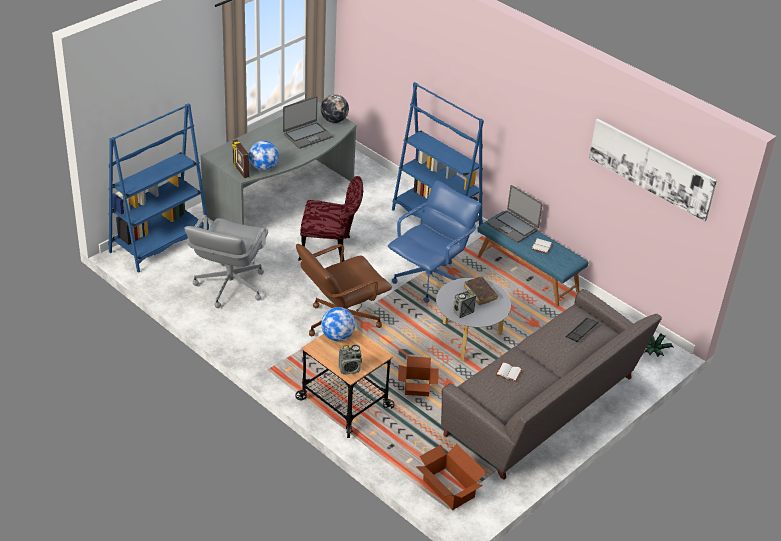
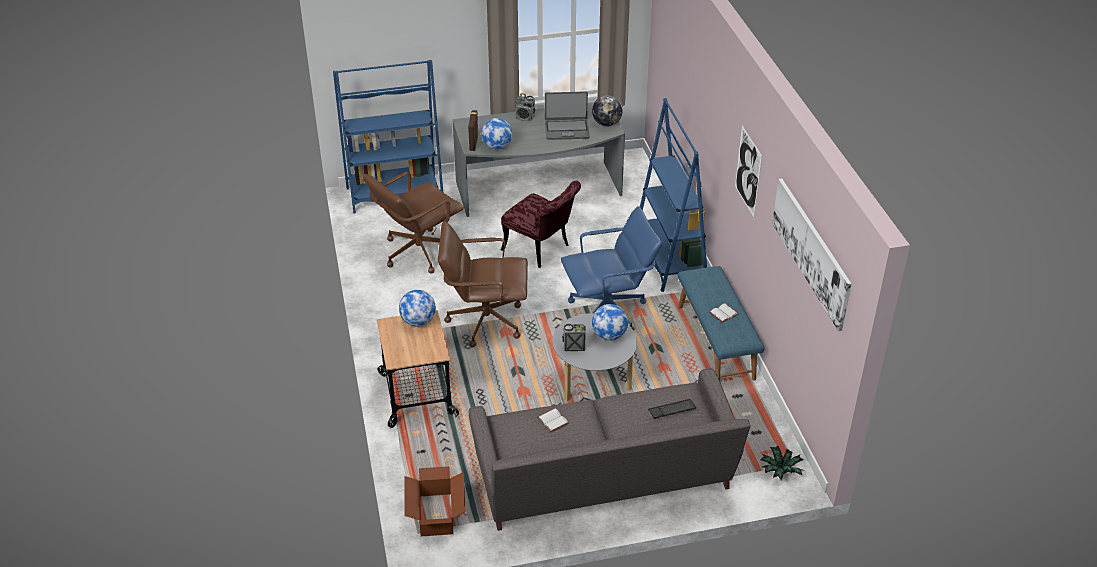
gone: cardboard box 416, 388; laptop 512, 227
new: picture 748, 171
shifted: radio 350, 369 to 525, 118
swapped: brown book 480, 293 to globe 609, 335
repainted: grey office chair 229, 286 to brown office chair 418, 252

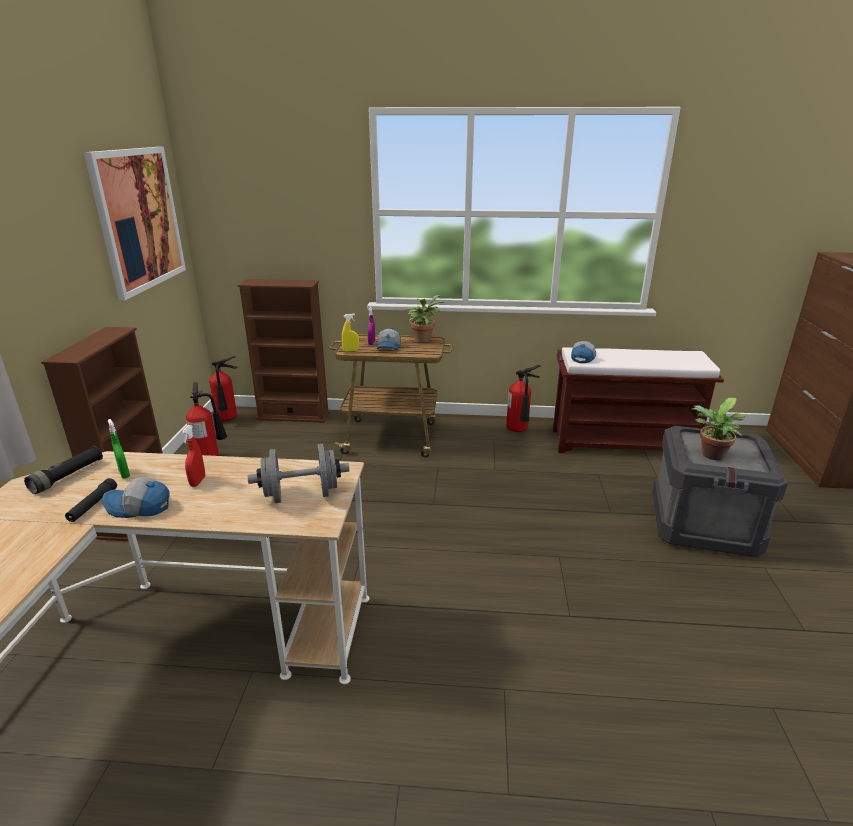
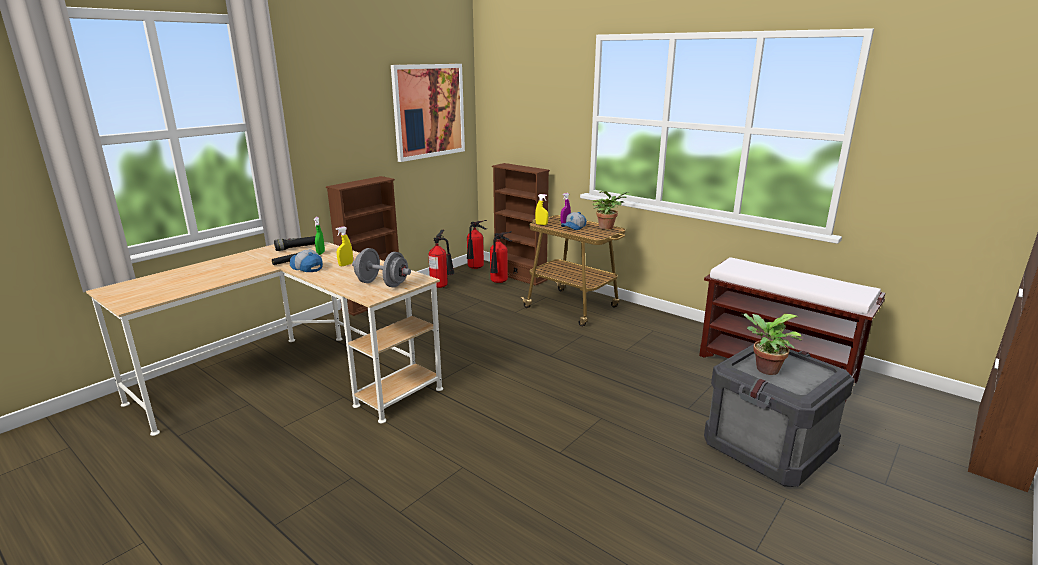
gone: cap 582, 357
shifted: fire extinguisher 519, 431 to 498, 283
repainted: red spray bottle 197, 481 to yellow spray bottle 346, 265

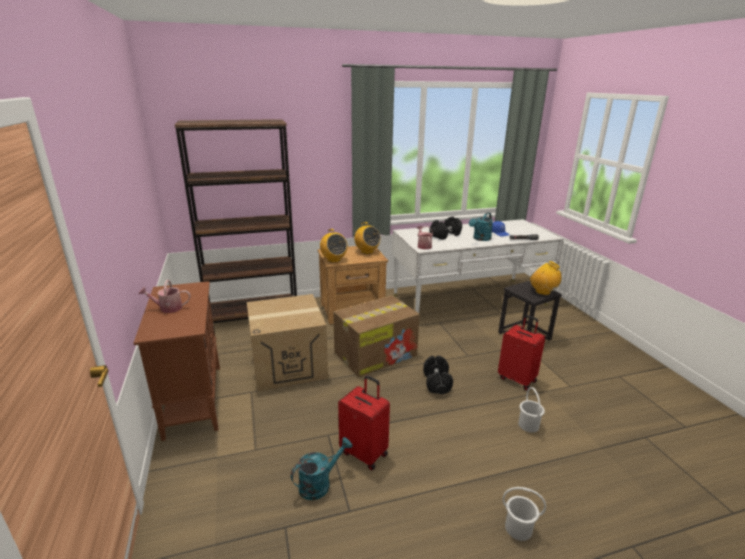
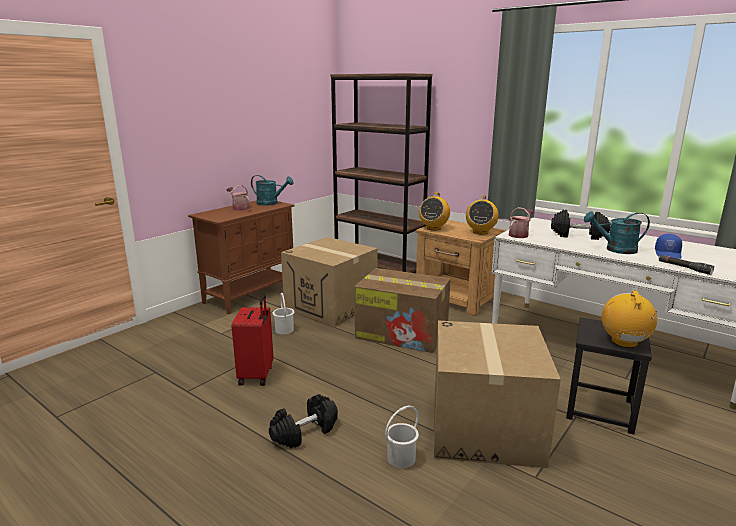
shifted: turquoise watering can 319, 483 to 271, 203; black dumbbell 437, 382 to 304, 432; white bucket 518, 529 to 284, 330
swapped: red suitcase 517, 379 to cardboard box 485, 428

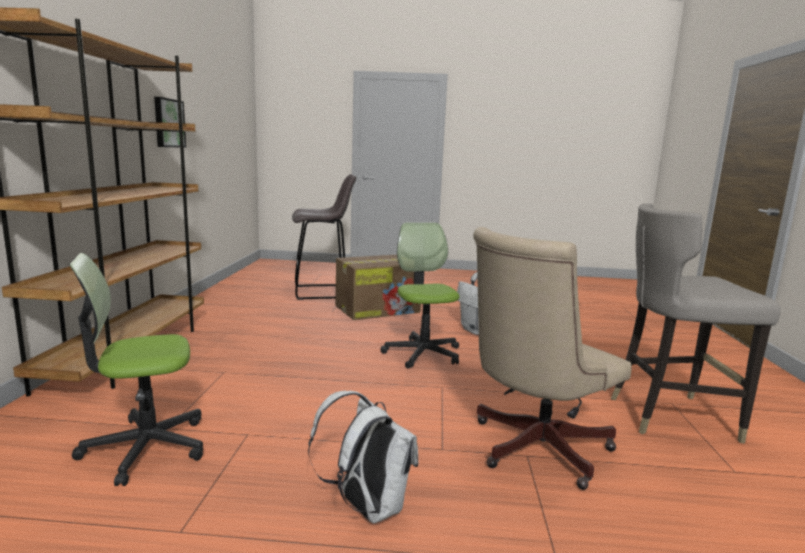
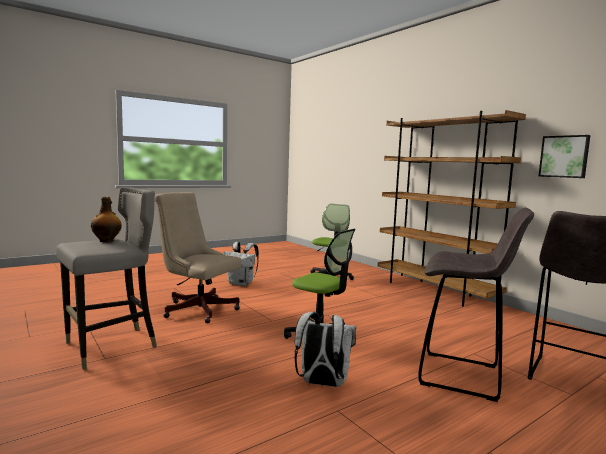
new: bottle 107, 241
swapped: cardboard box 378, 309 to grey stool 462, 376
rotated: beige office chair 532, 449 = 197, 308 75 degrees counterclockwise

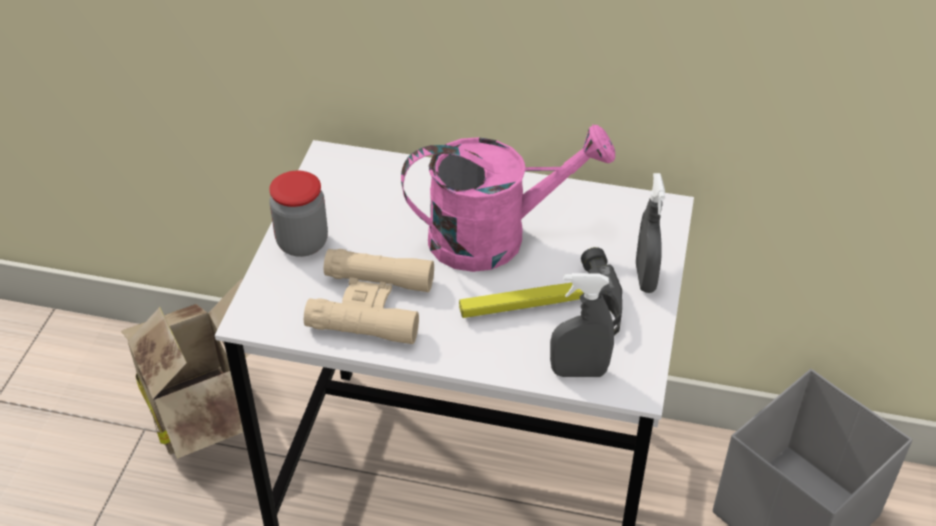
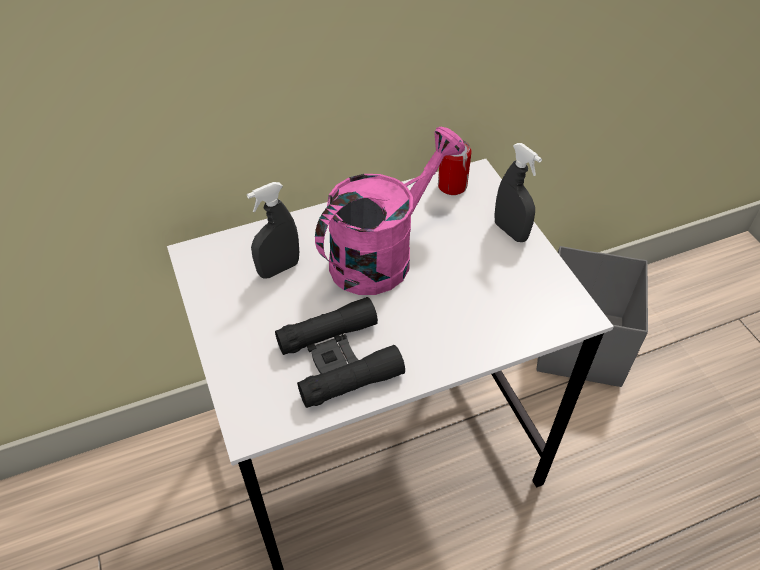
gone: cardboard box 204, 406; jar 302, 243; hammer 541, 310
new: can 452, 186
shifted: grey spray bottle 579, 372 to 279, 269
repainted: beige binoculars 371, 305 to black binoculars 339, 359

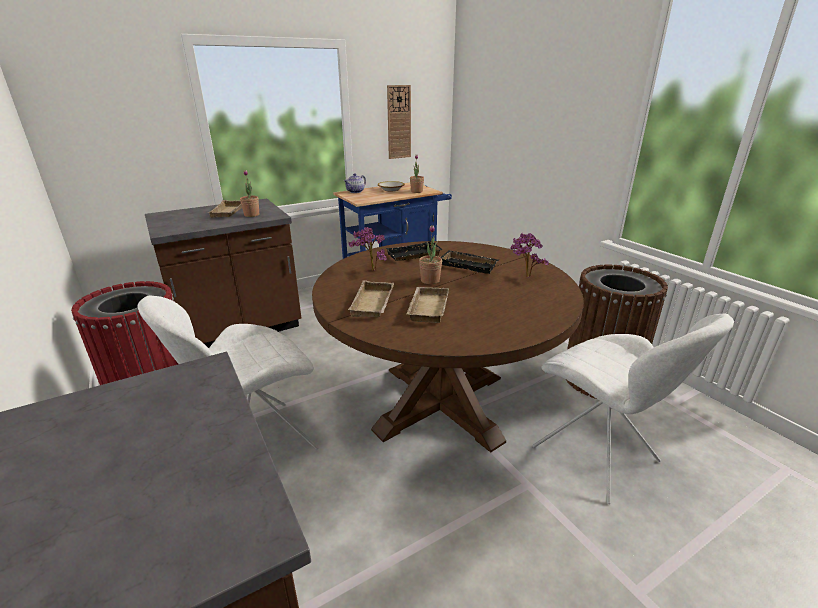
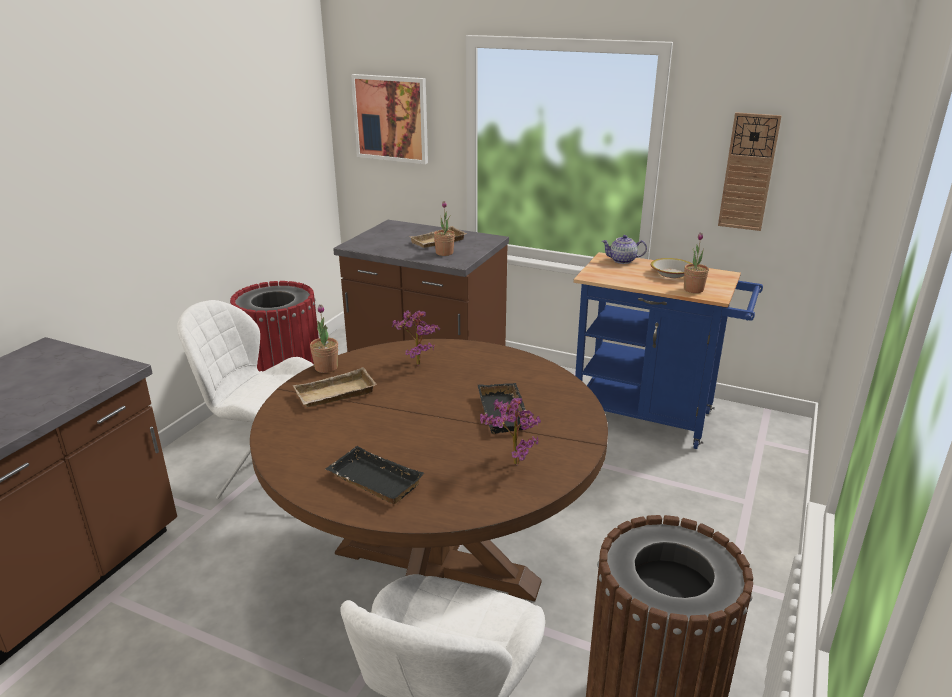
gone: beige tray 427, 308
new: picture 391, 118
shifted: black tray 413, 256 to 372, 482; potted plant 430, 280 to 326, 368

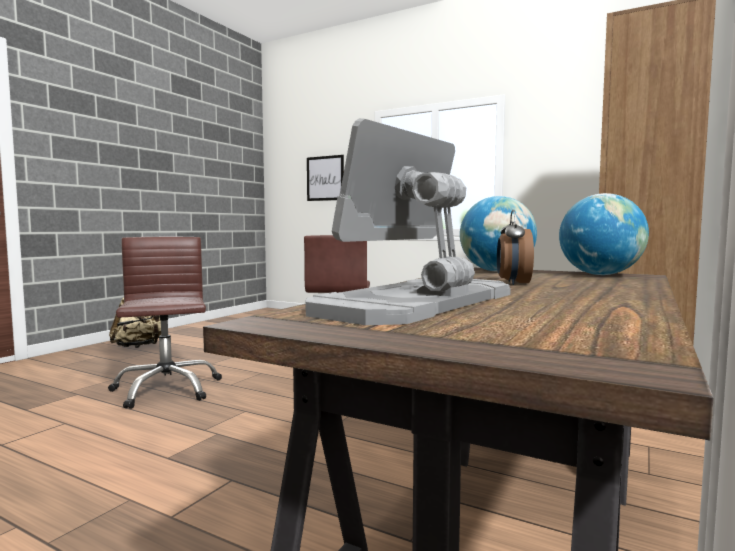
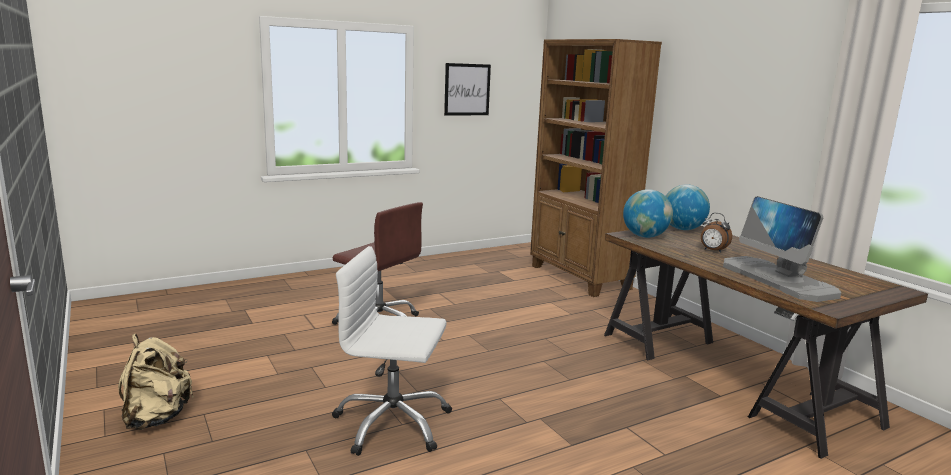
shifted: picture 325, 178 to 467, 89
repainted: brown office chair 166, 389 to white office chair 392, 424

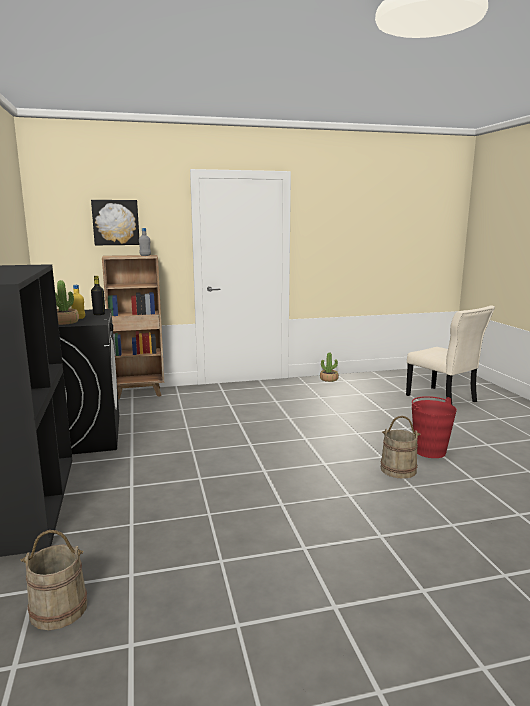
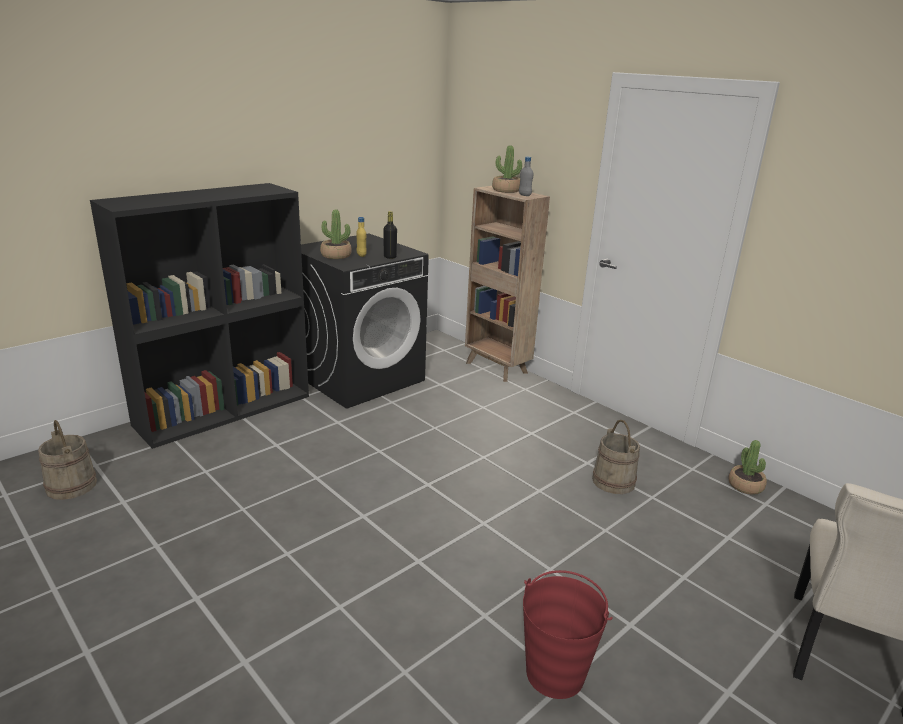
gone: picture 116, 222
new: potted plant 506, 190
shifted: beige bucket 398, 469 to 614, 481

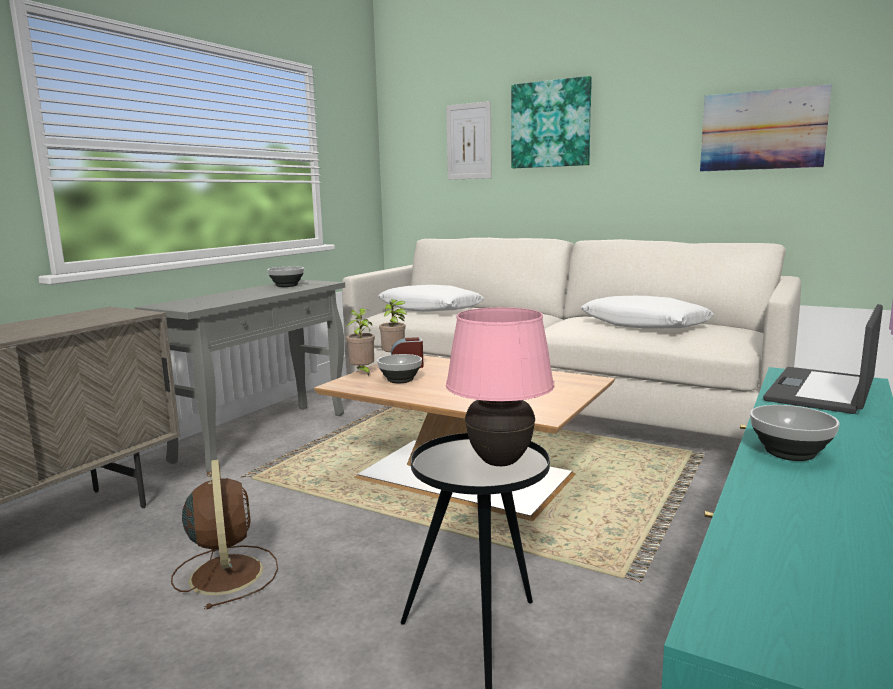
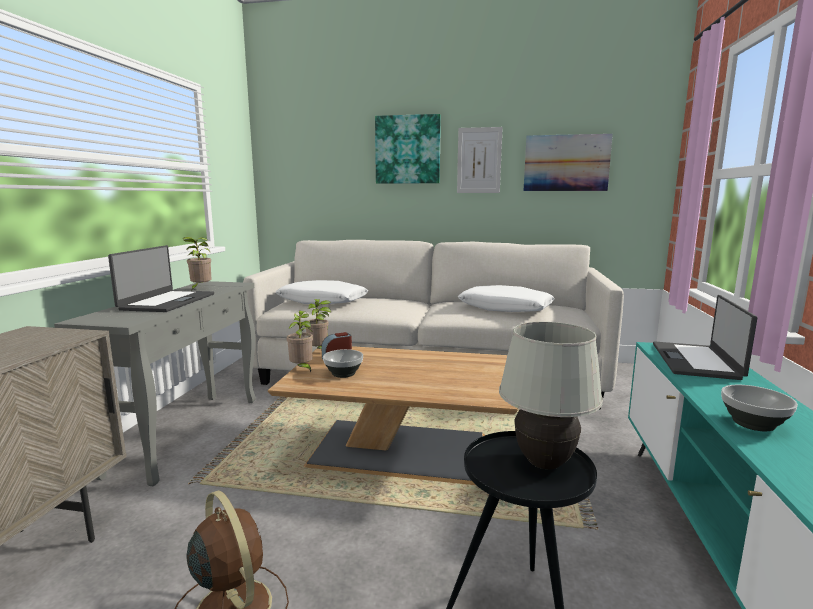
new: laptop 167, 302
shifted: picture 469, 141 to 479, 160
swapped: bowl 286, 285 to potted plant 200, 289
repainted: pink table lamp 499, 462 to white table lamp 543, 463

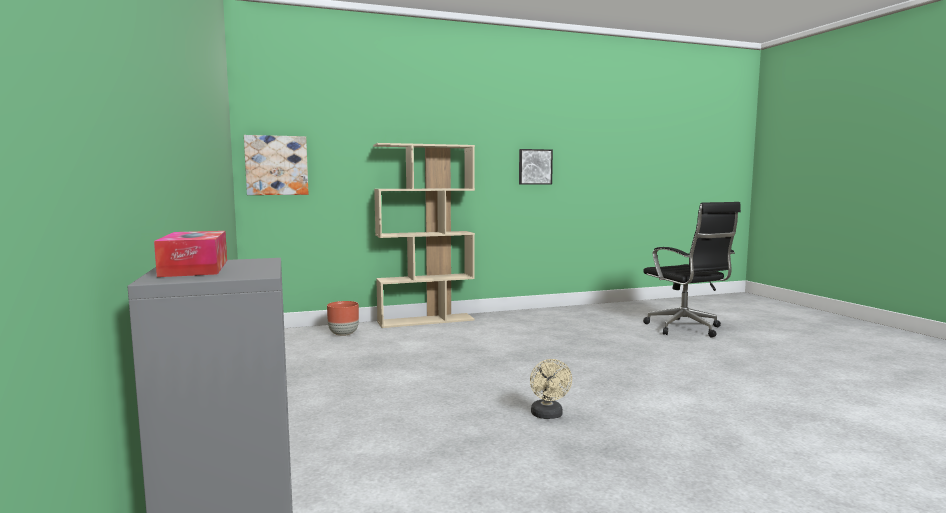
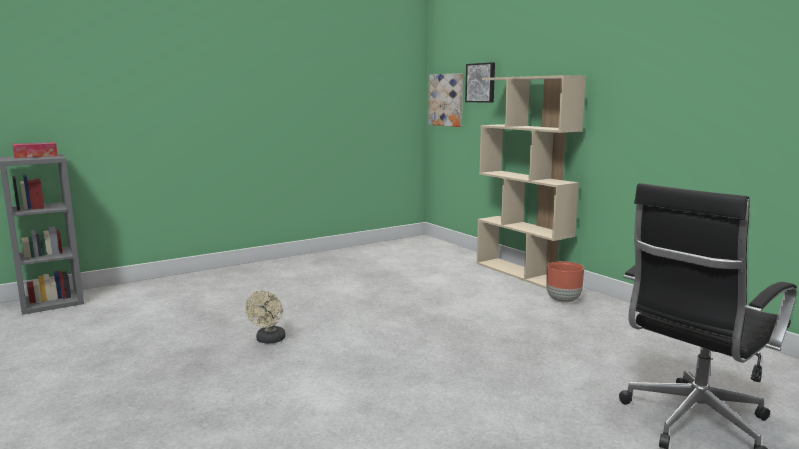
shifted: brown planter 343, 334 to 562, 300; picture 534, 167 to 481, 82
rotated: beige fan 548, 415 = 269, 340 60 degrees counterclockwise

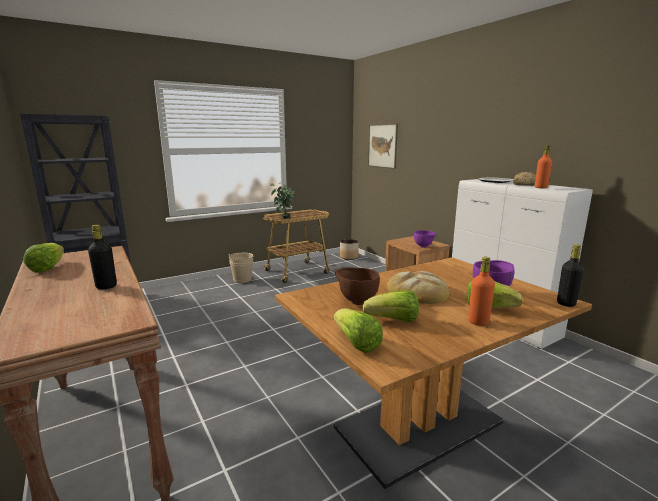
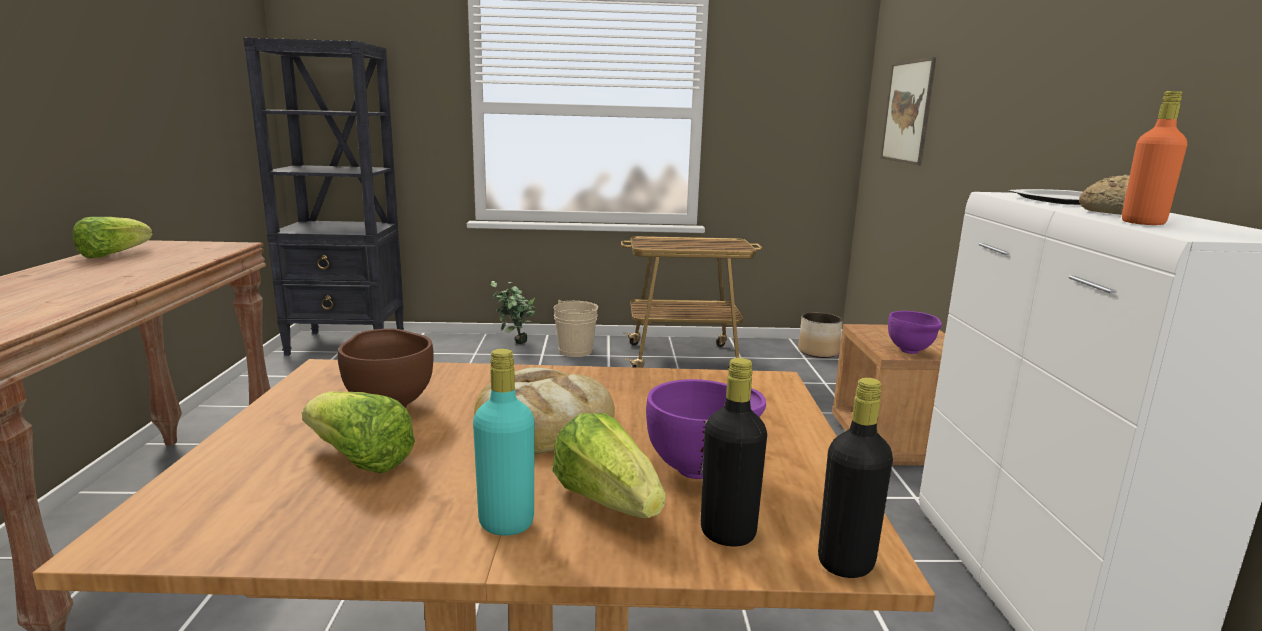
gone: lettuce 356, 343
shifted: black bottle 106, 286 to 728, 533; potted plant 284, 219 to 514, 344
repainted: orange bottle 478, 322 to turquoise bottle 506, 523

